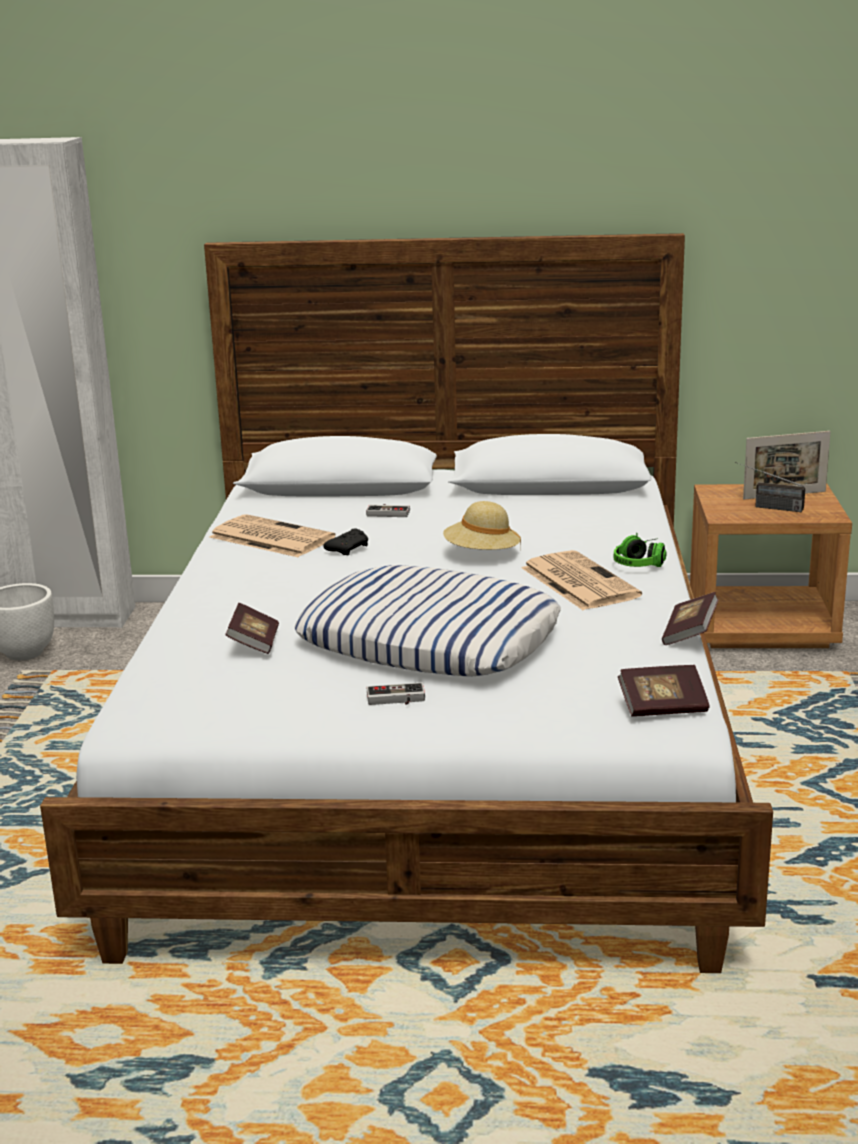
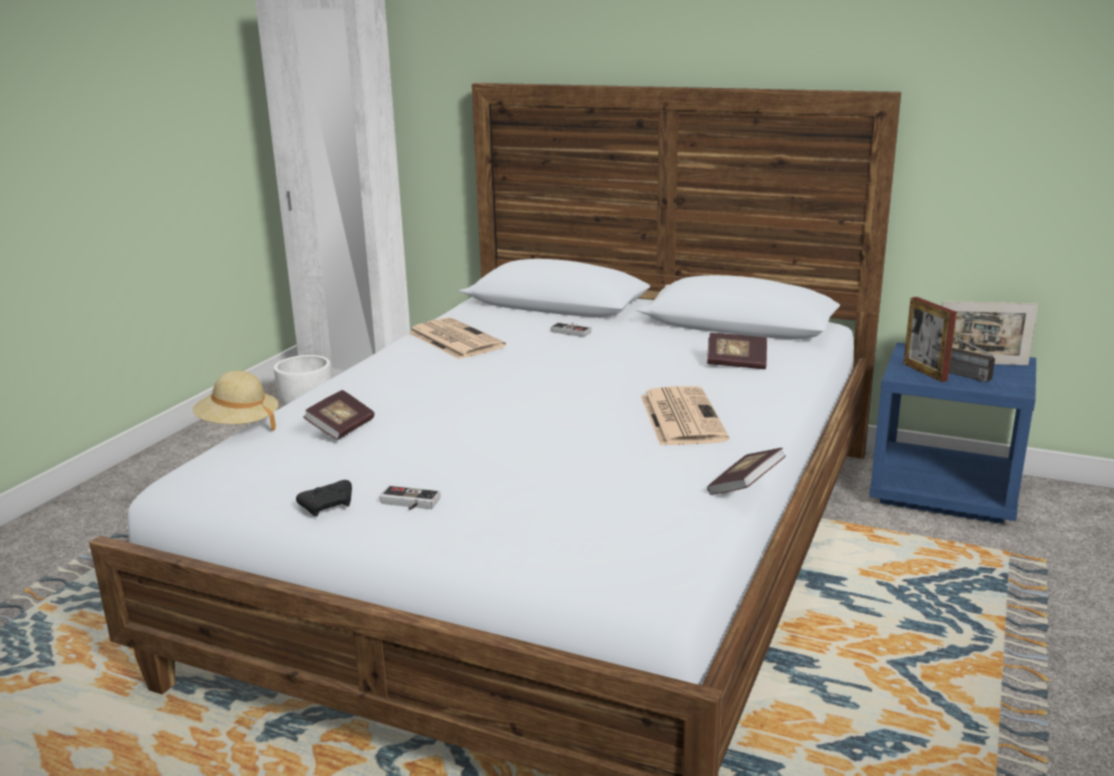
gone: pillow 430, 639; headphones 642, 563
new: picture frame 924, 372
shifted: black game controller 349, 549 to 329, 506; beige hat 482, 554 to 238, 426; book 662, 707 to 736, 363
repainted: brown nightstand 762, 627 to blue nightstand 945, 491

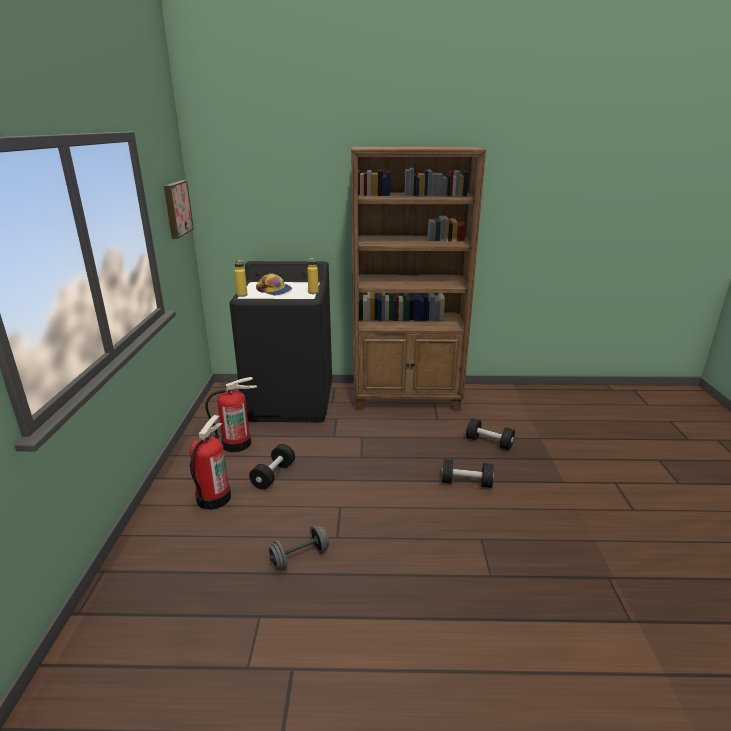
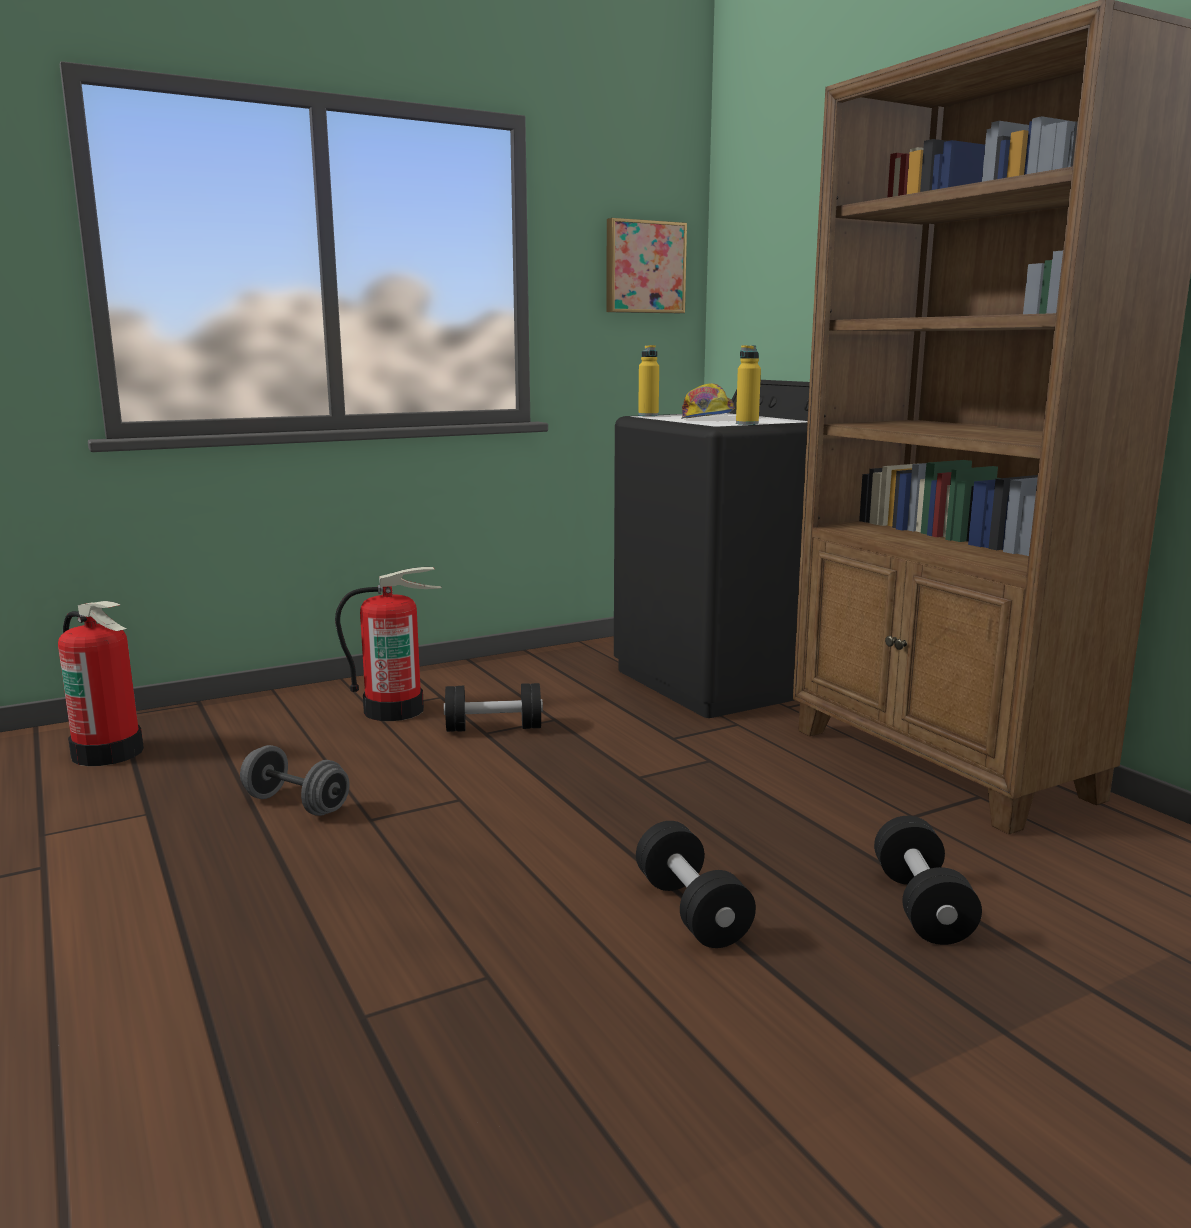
shifted: fire extinguisher 237, 443 to 109, 752

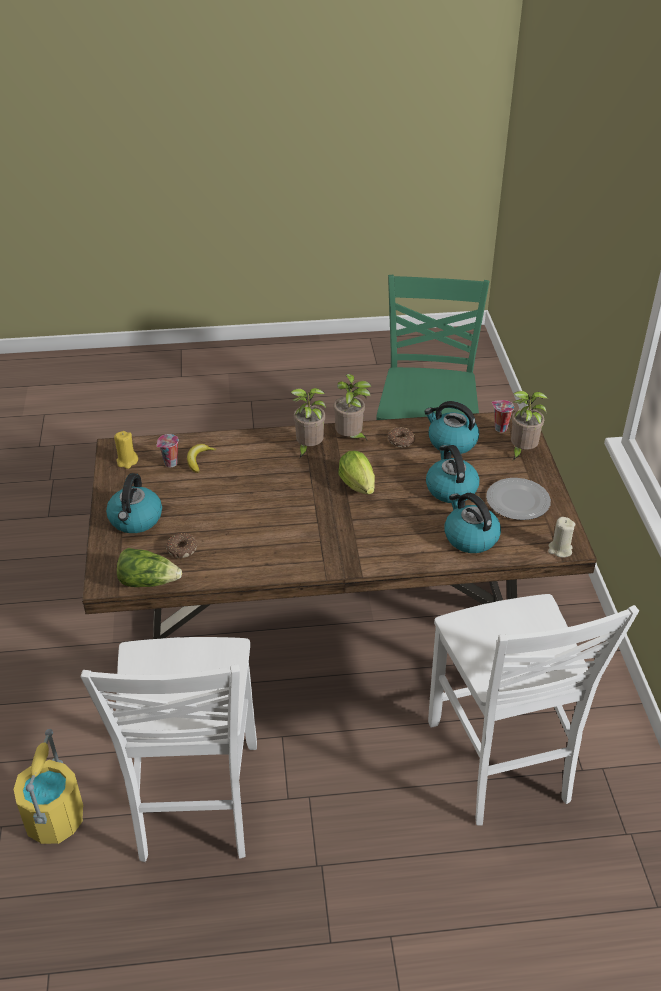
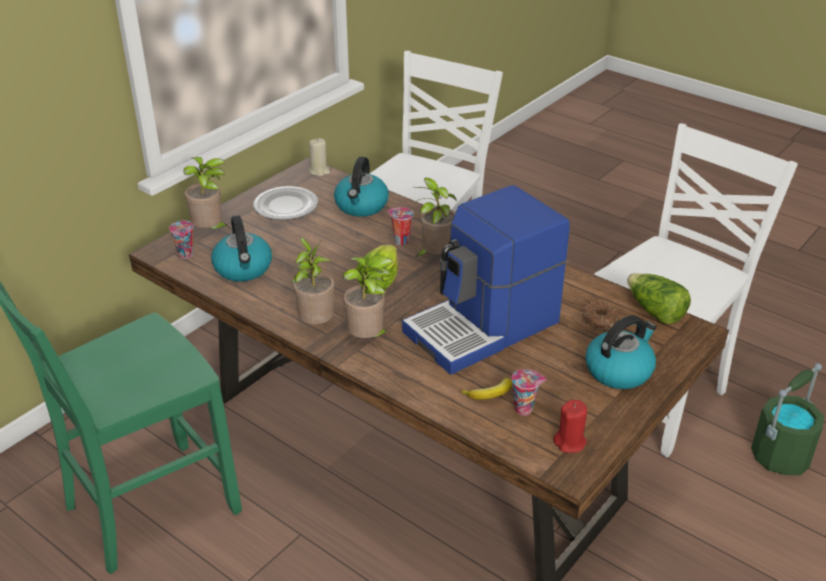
gone: donut 401, 441; kettle 450, 489
new: cup 400, 241; coffee machine 484, 327; potted plant 435, 257
repainted: yellow bucket 54, 819 to green bucket 780, 456; yellow candle 127, 461 to red candle 570, 442

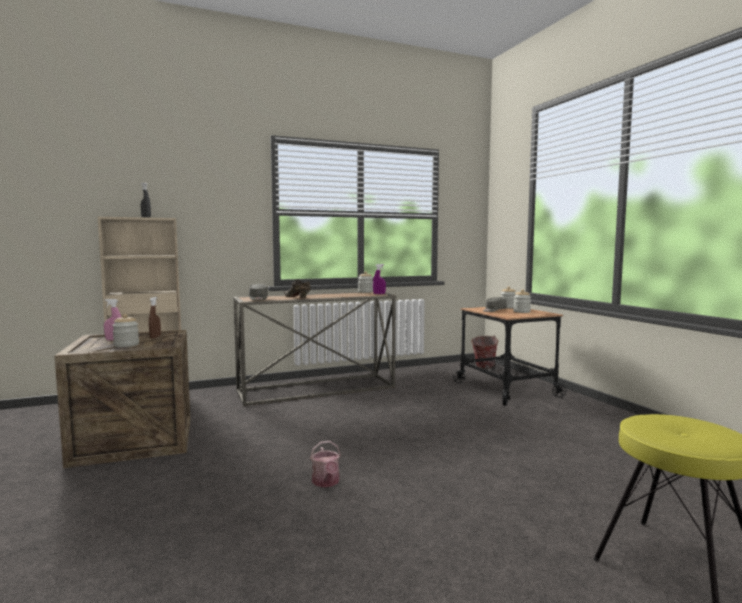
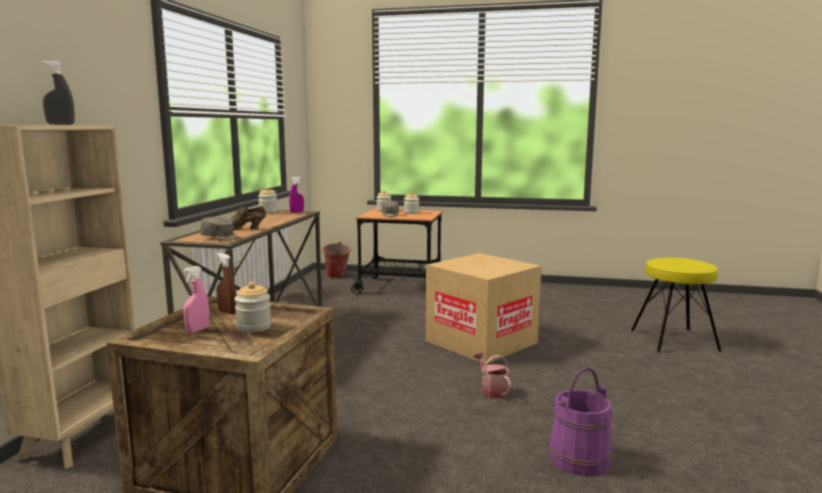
new: cardboard box 481, 342; purple bucket 579, 458
rotated: watering can 326, 482 = 492, 390 135 degrees counterclockwise

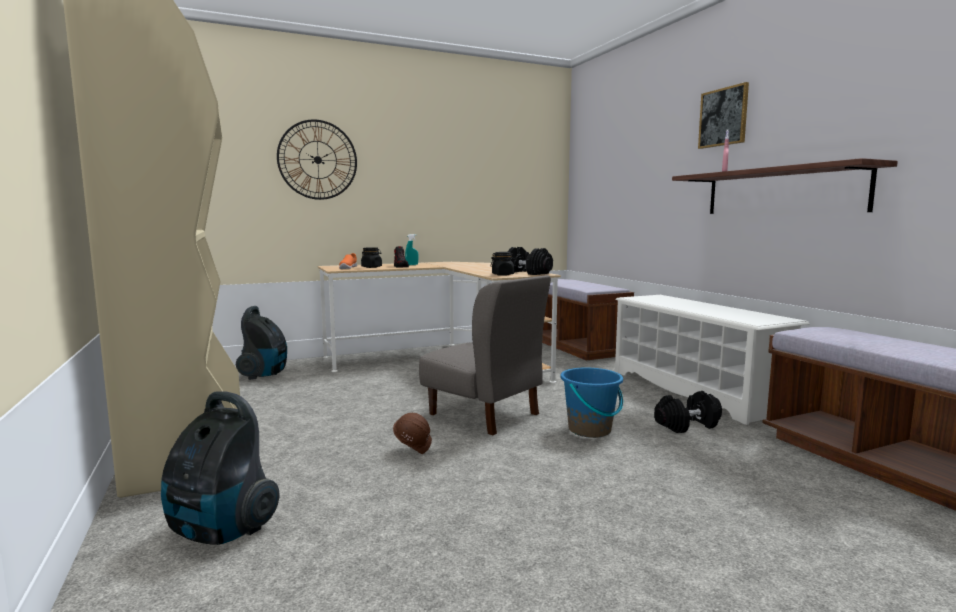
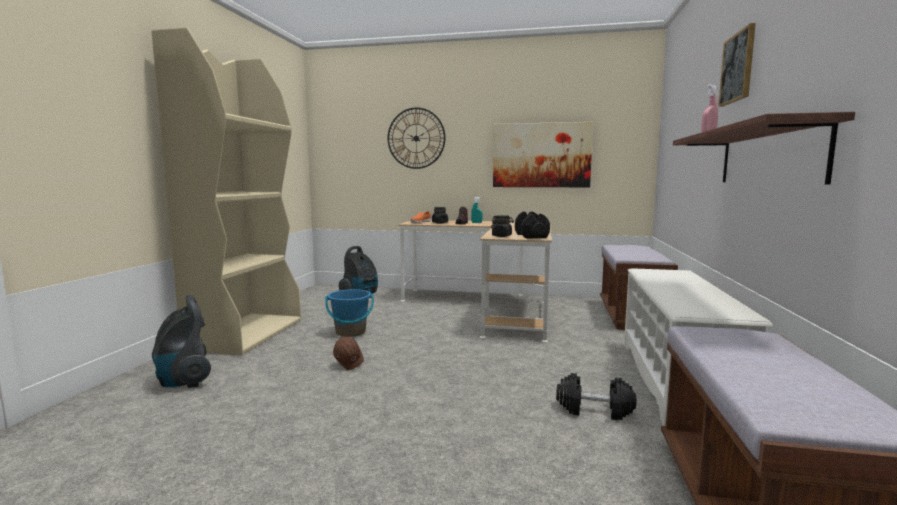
gone: grey chair 484, 414
new: picture 541, 155
shifted: blue bucket 590, 430 to 350, 332

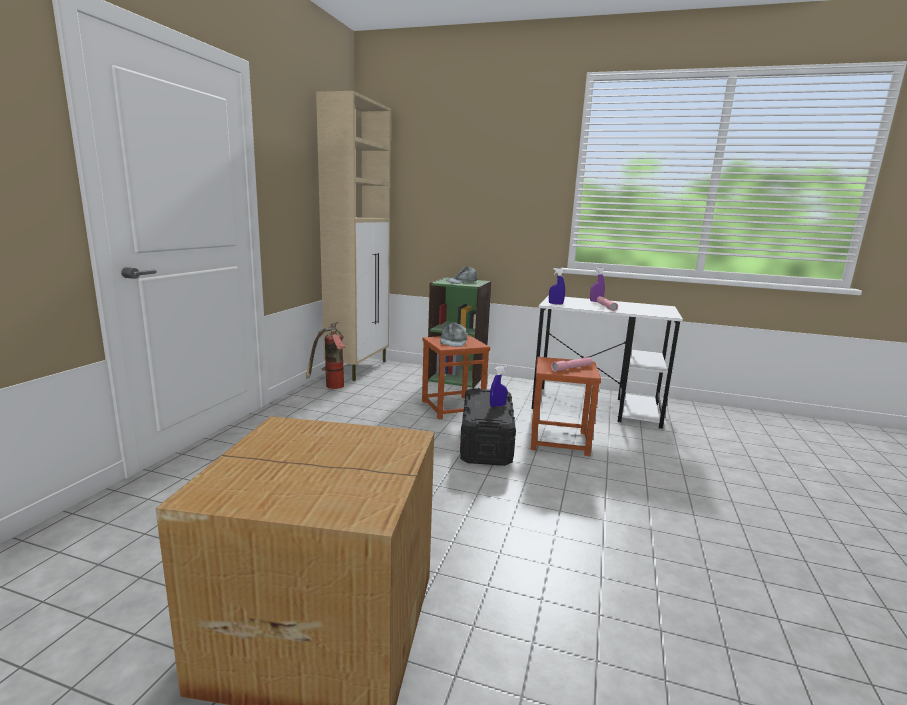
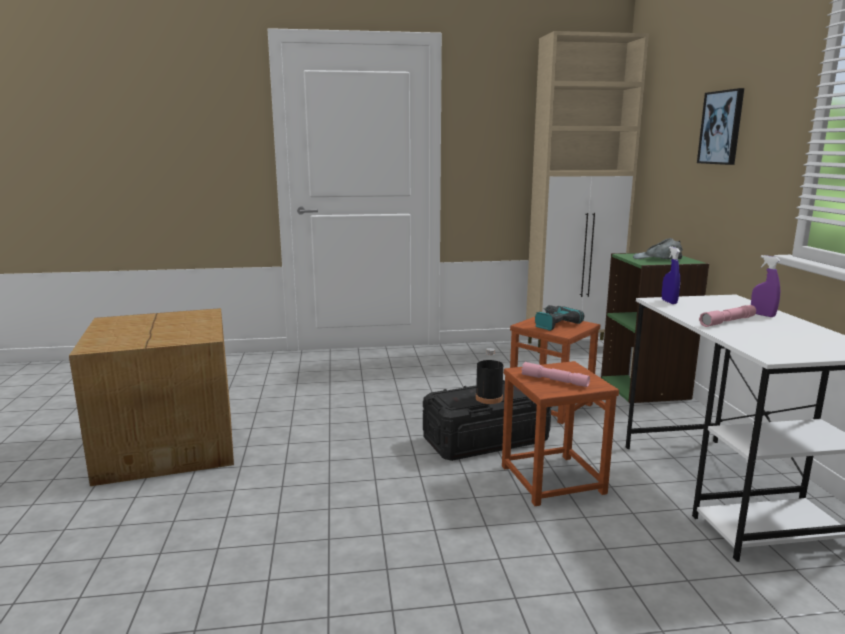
gone: fire extinguisher 330, 388
new: picture 721, 127
swapped: grey cap 453, 341 to power drill 553, 324; blue spray bottle 497, 406 to black bottle 489, 398

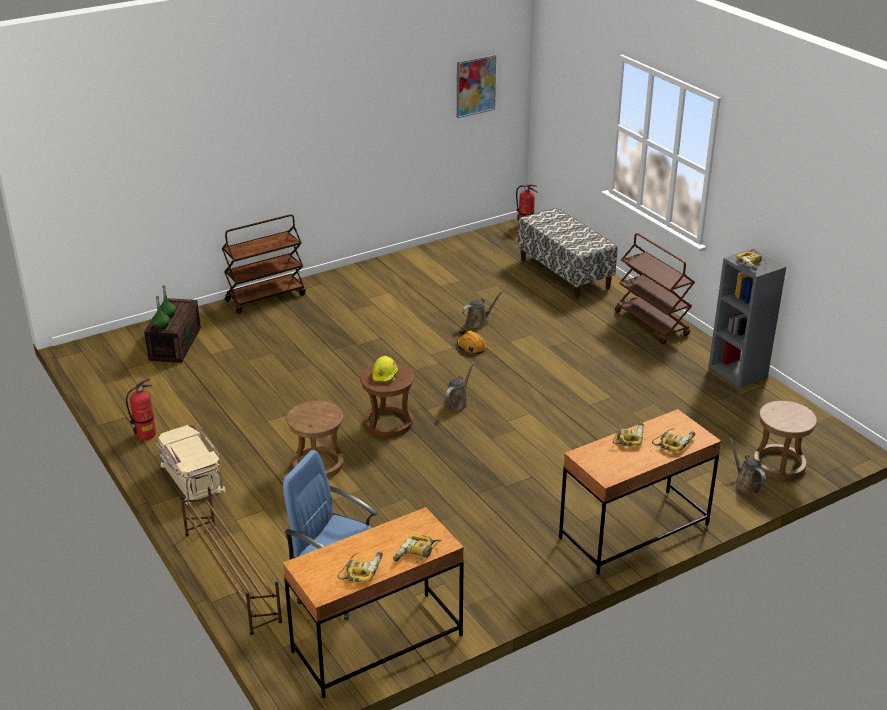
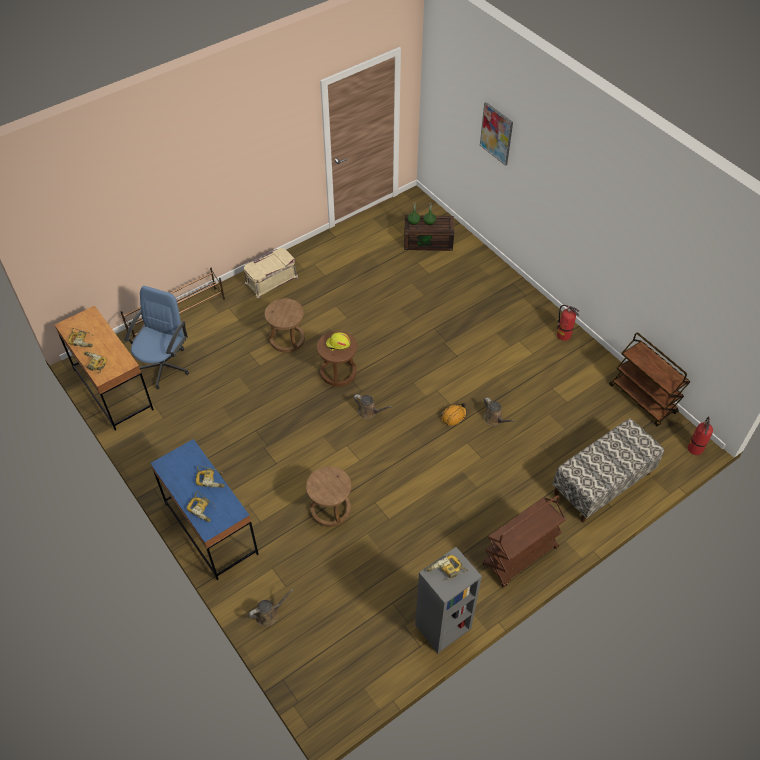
shifted: fire extinguisher 145, 434 to 564, 335; brown cart 266, 297 to 643, 399; picture 475, 85 to 496, 133; brown stool 779, 464 to 330, 509
repainted: brown desk 633, 531 to blue desk 211, 528

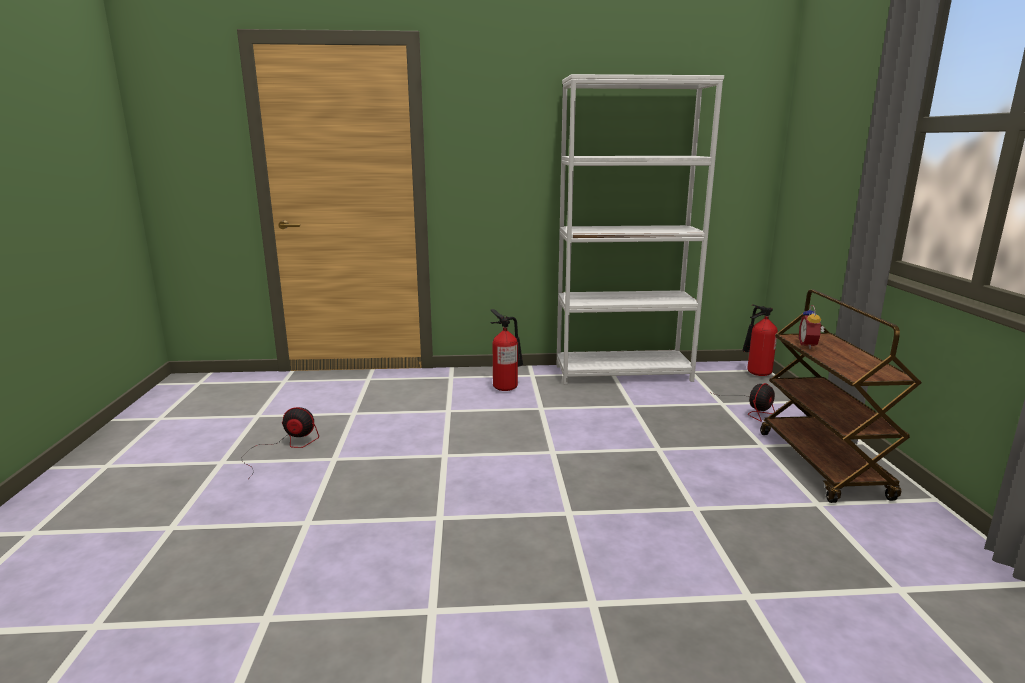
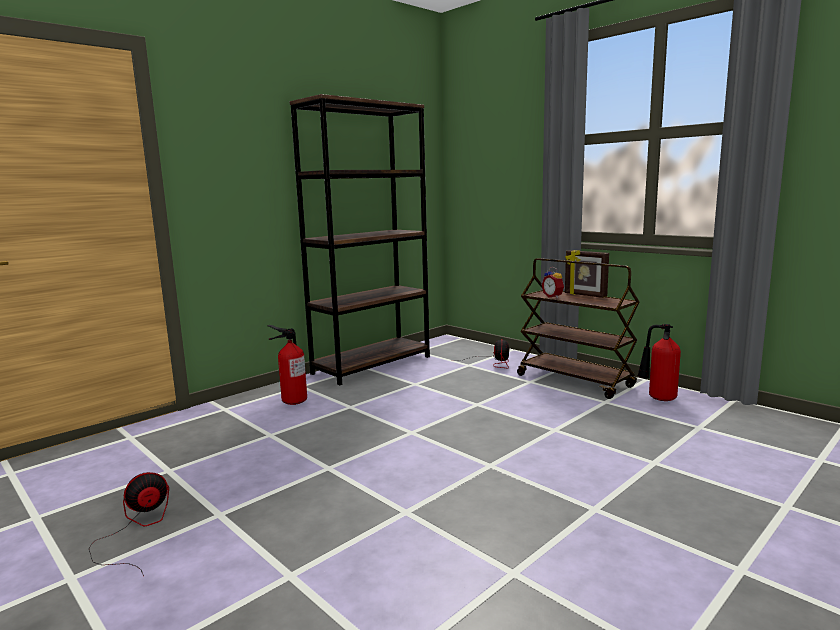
new: picture frame 585, 295
shifted: fire extinguisher 755, 373 to 658, 399
repainted: white bookcase 623, 373 to brown bookcase 372, 365

